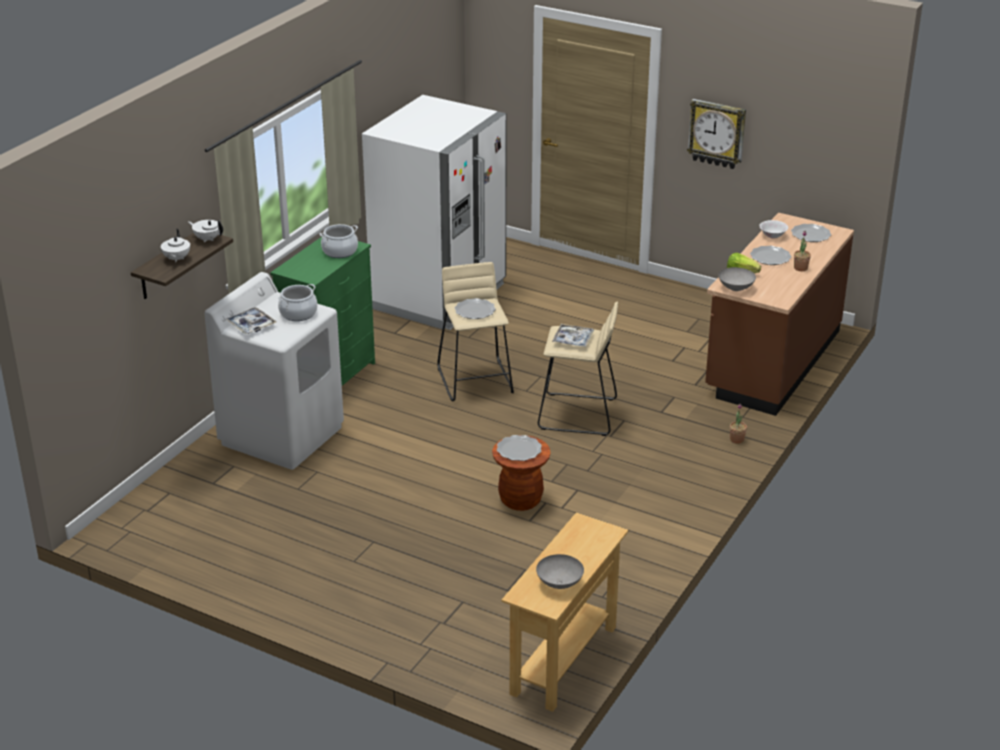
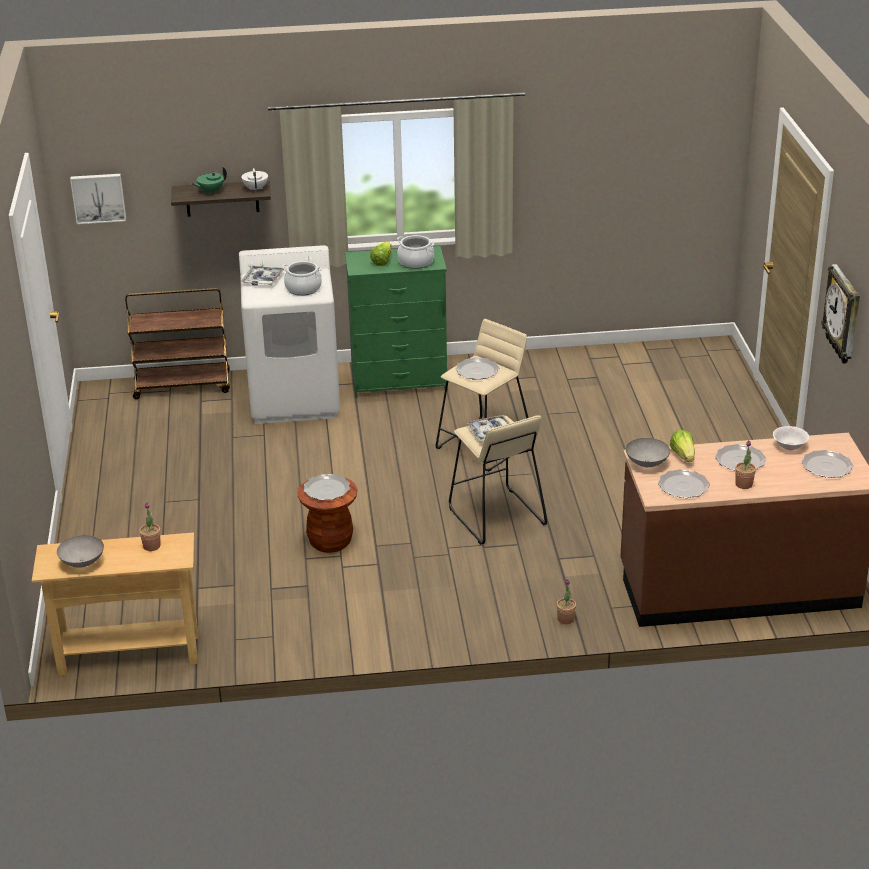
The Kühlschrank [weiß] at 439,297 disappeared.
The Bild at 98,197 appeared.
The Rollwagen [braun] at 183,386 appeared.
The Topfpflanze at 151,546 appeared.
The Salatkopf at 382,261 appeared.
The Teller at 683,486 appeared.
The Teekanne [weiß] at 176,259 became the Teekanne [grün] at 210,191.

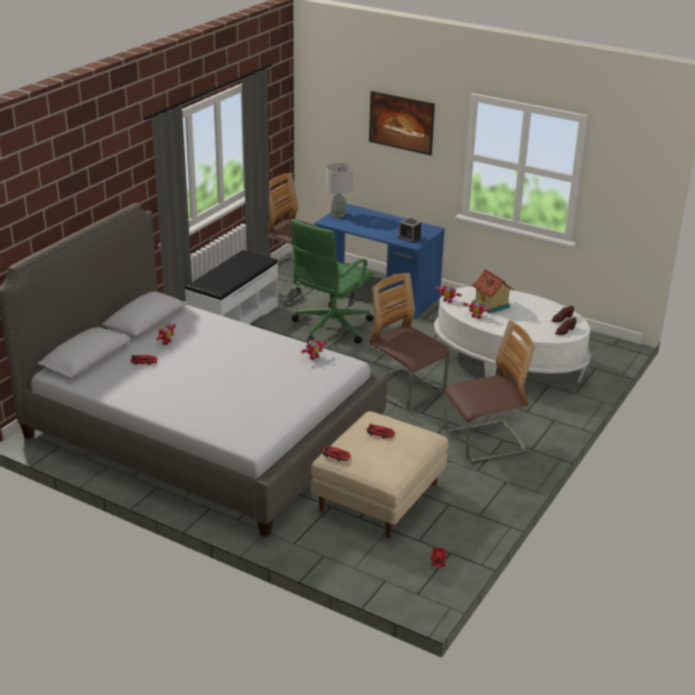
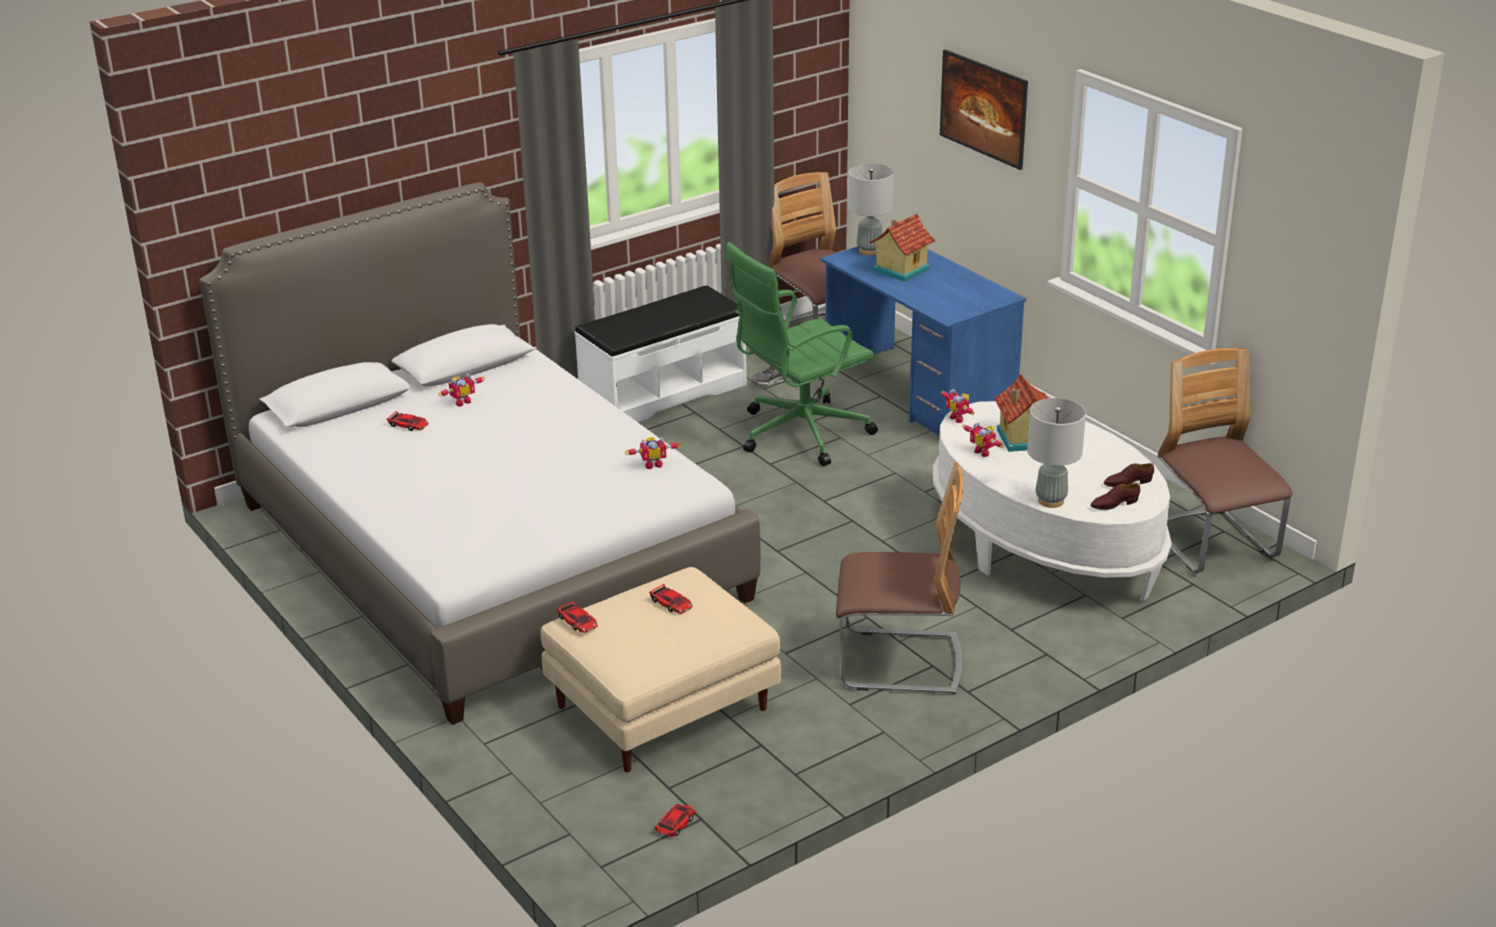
The Wecker at 409,238 disappeared.
The Spielzeughaus at 900,269 appeared.
The Tischlampe [grau] at 1050,501 appeared.
The Stuhl moved from 405,389 to 1212,544.

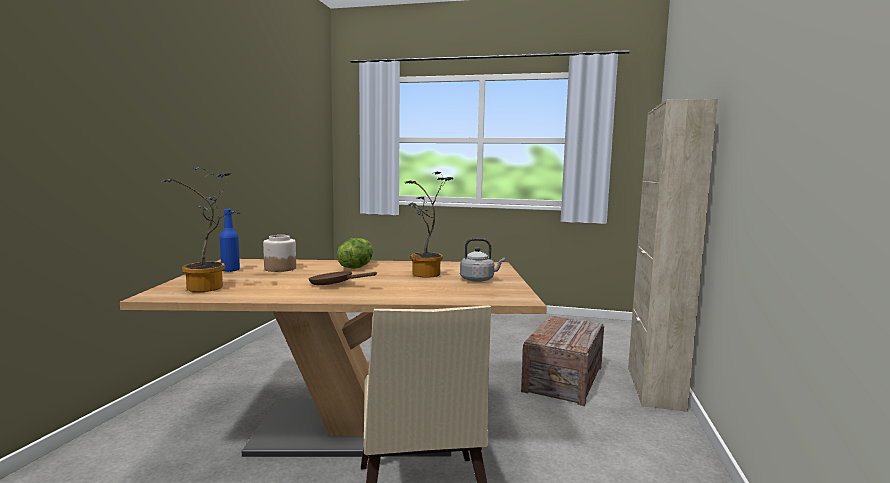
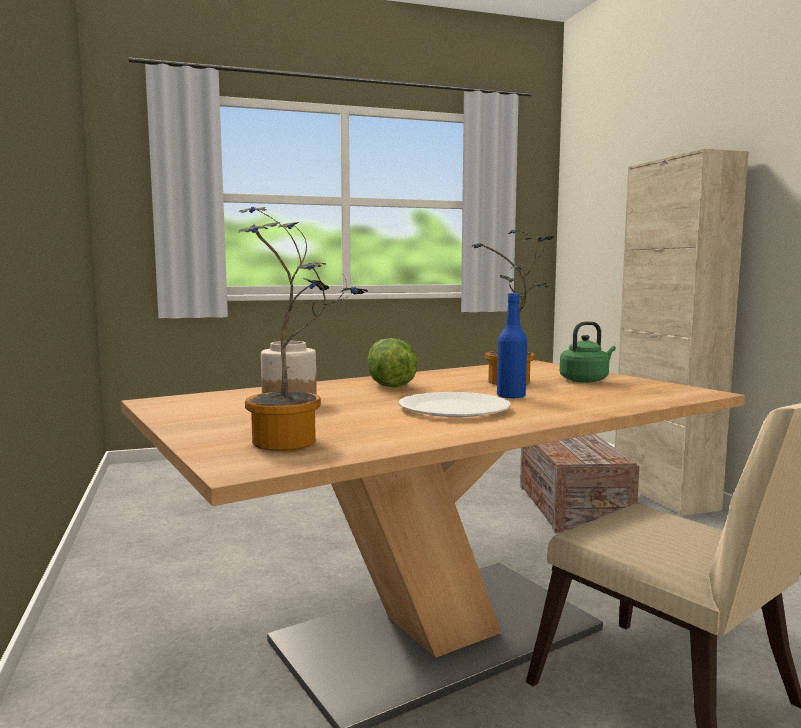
The Flasche [blau] moved from 230,270 to 511,396.
The Pfanne [braun] at 335,284 was replaced by the Teller [weiß] at 454,408.
The Wasserkessel [grau] at 479,280 became the Wasserkessel [grün] at 585,380.

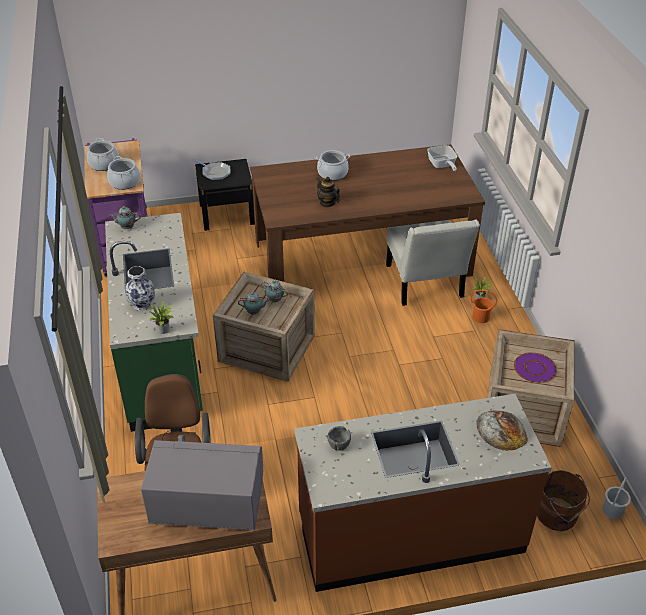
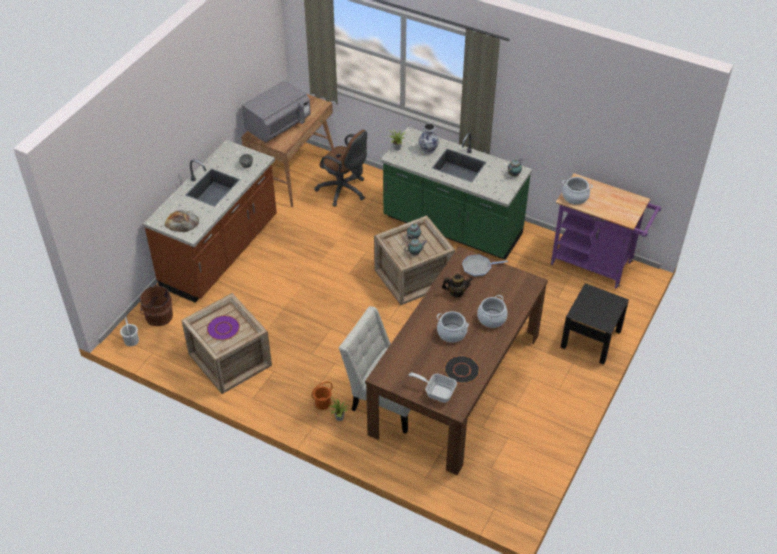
The Teller [schwarz] at 461,370 appeared.
The Kochtopf moved from 104,164 to 451,333.
The Pfanne moved from 215,173 to 478,267.

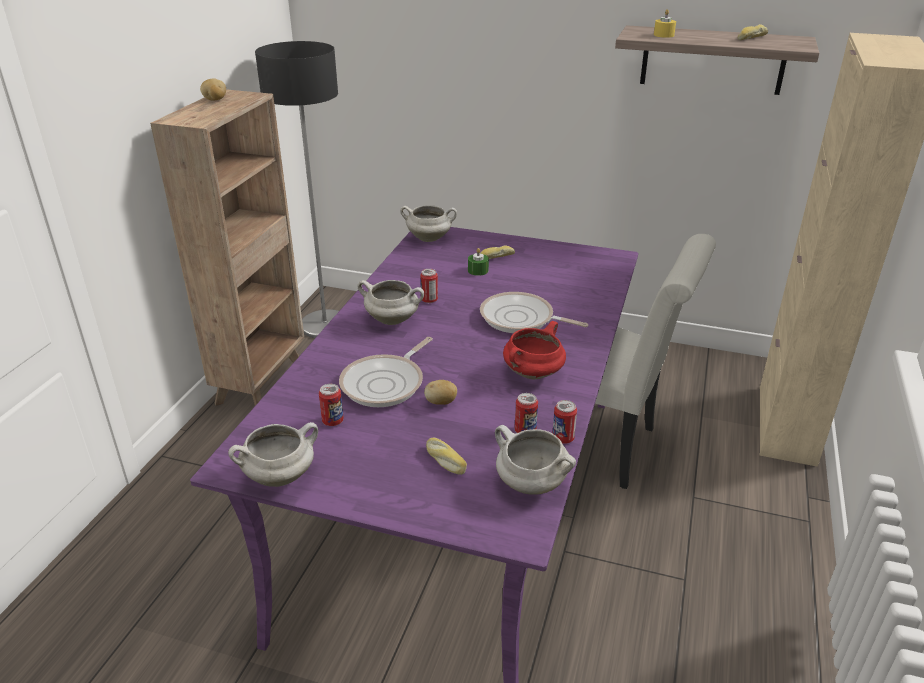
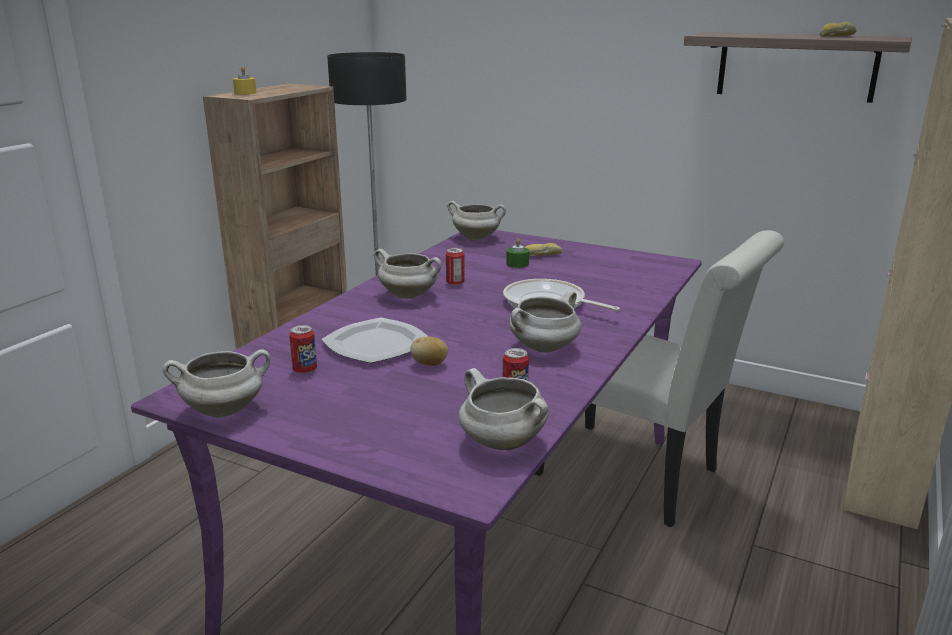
The Kartoffel at 215,100 disappeared.
The Brot at 444,461 disappeared.
The Dose at 563,438 disappeared.
The Kerze [gelb] moved from 663,35 to 245,93.
The Pfanne at 386,383 was replaced by the Teller at 377,344.
The Kochtopf [rot] at 533,374 became the Kochtopf [weiß] at 543,349.

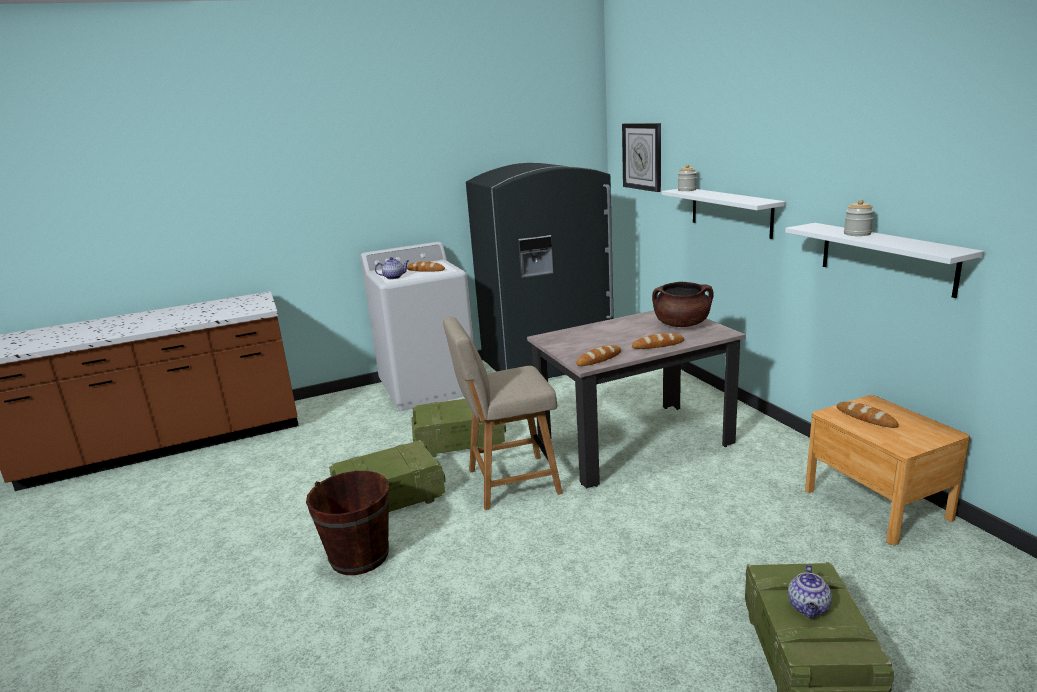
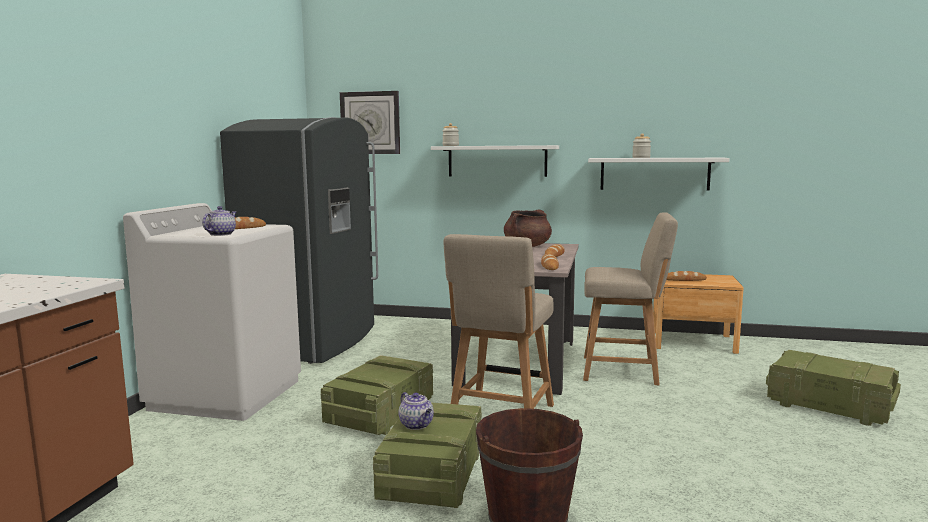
The Stuhl [beige] at 624,370 appeared.
The Teekanne moved from 809,608 to 417,425.

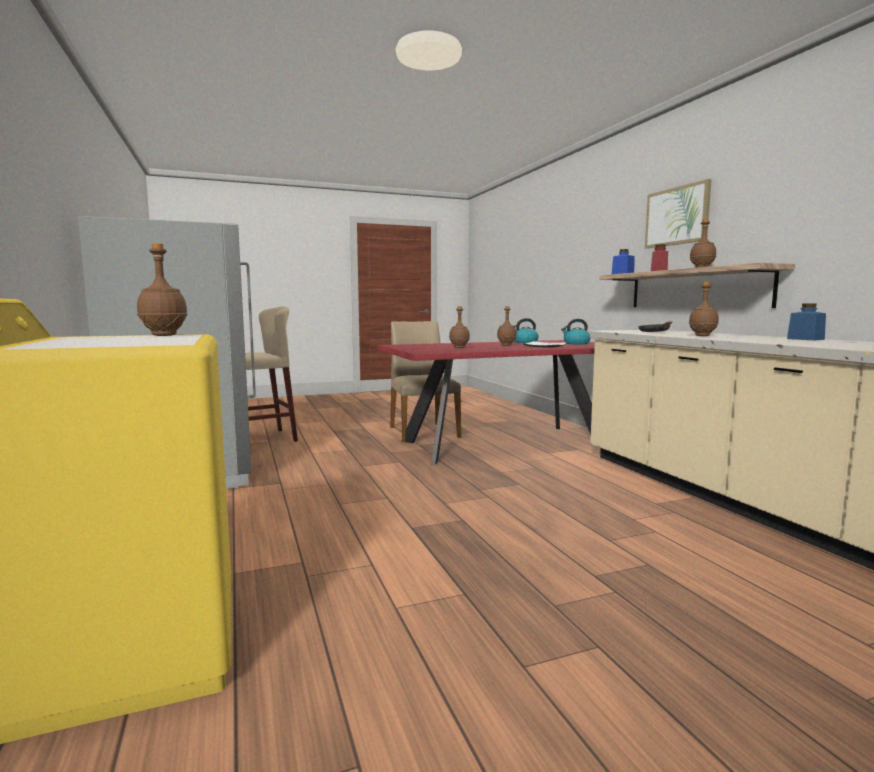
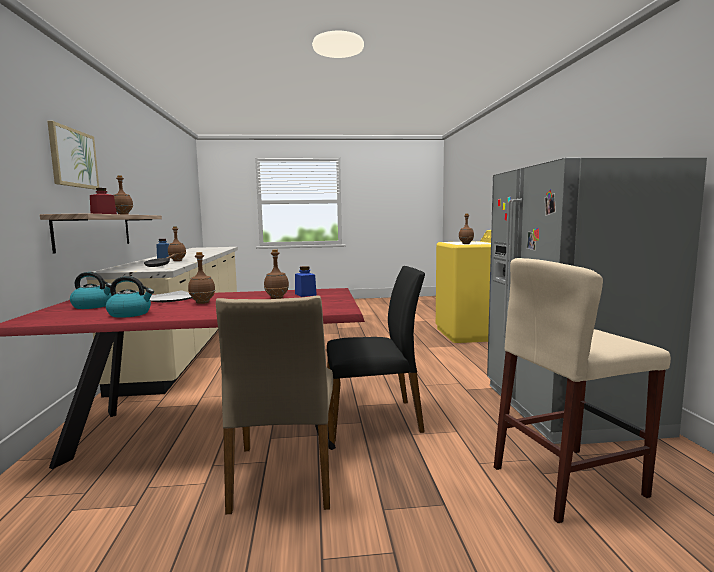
The Stuhl [schwarz] at 373,418 appeared.
The Vorratsglas [blau] moved from 622,274 to 305,294.

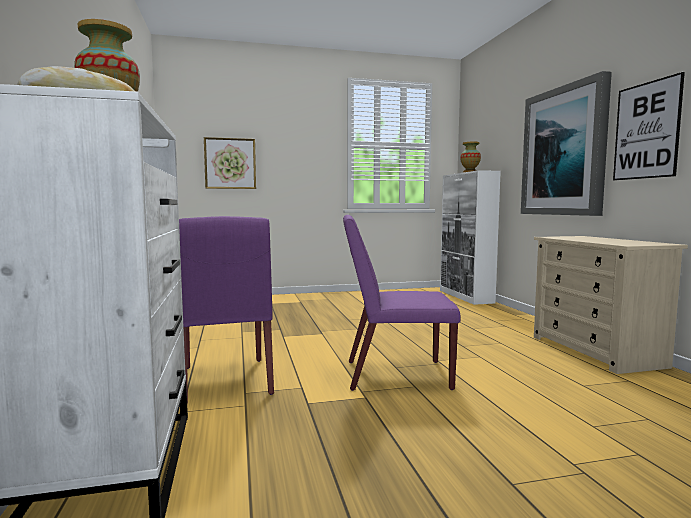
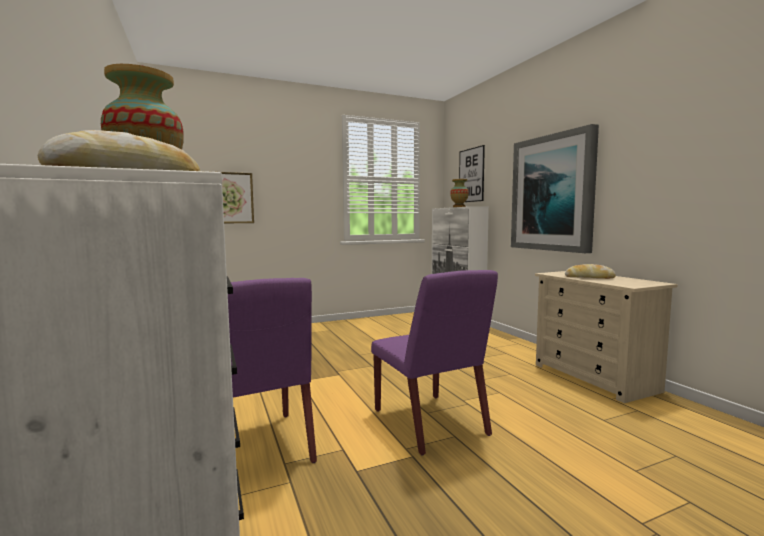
The Brot at 589,277 appeared.
The Bild moved from 646,130 to 471,175.
The Stuhl [lila] at 395,375 turned 105 degrees counterclockwise.

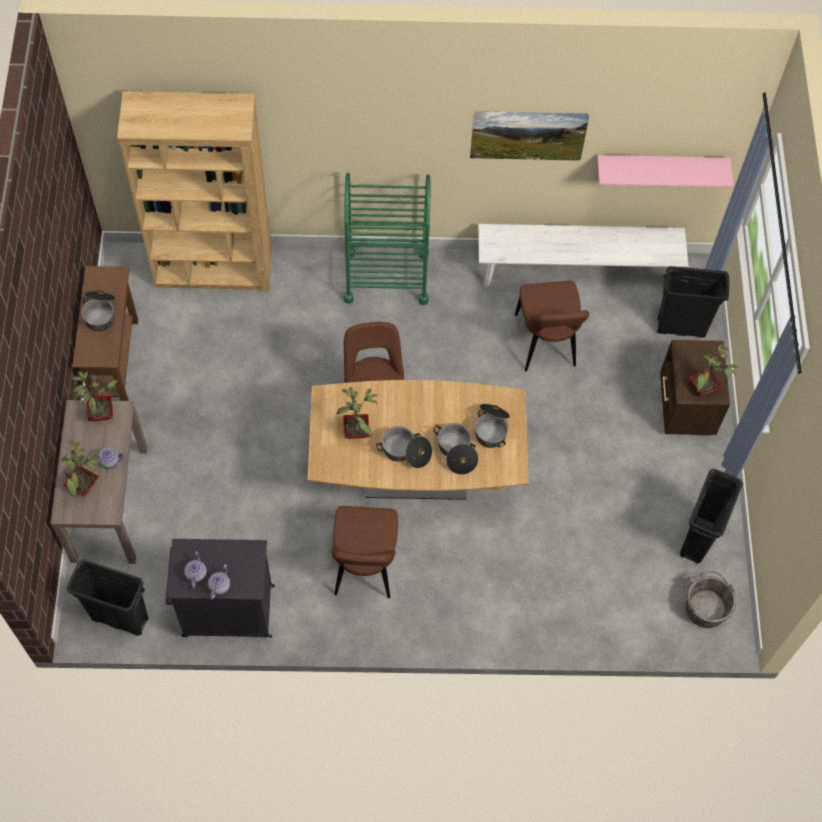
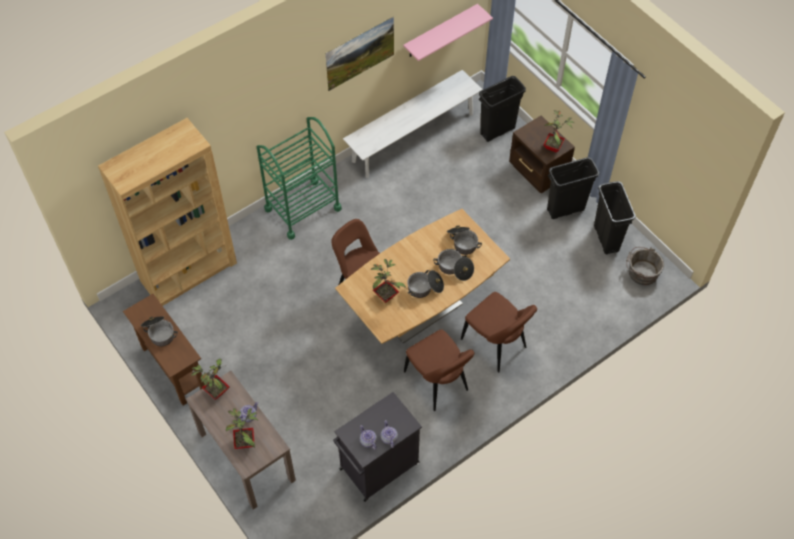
The Mülleimer [schwarz] moved from 119,618 to 565,209.
The Stuhl [braun] moved from 545,344 to 496,345.

